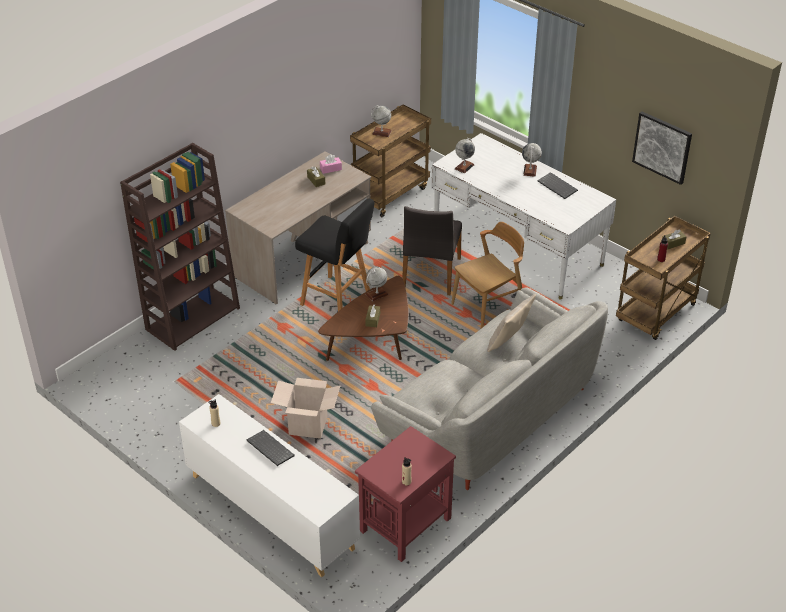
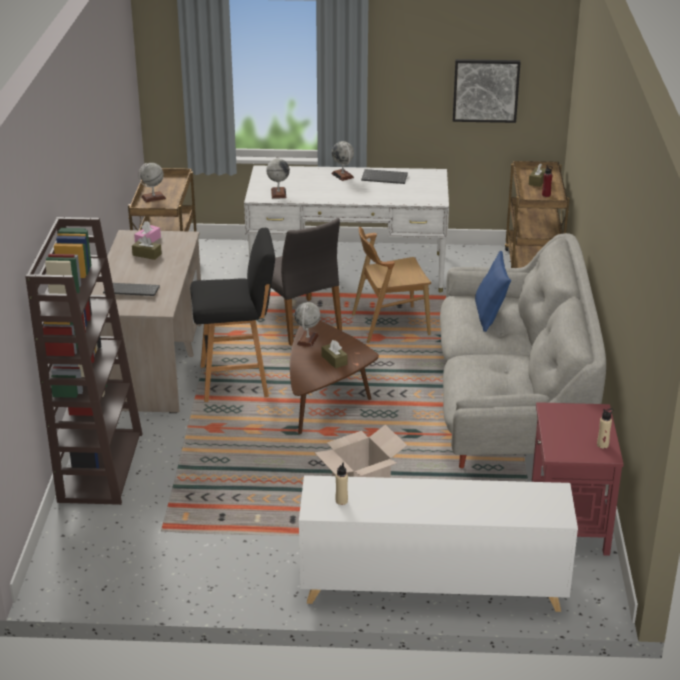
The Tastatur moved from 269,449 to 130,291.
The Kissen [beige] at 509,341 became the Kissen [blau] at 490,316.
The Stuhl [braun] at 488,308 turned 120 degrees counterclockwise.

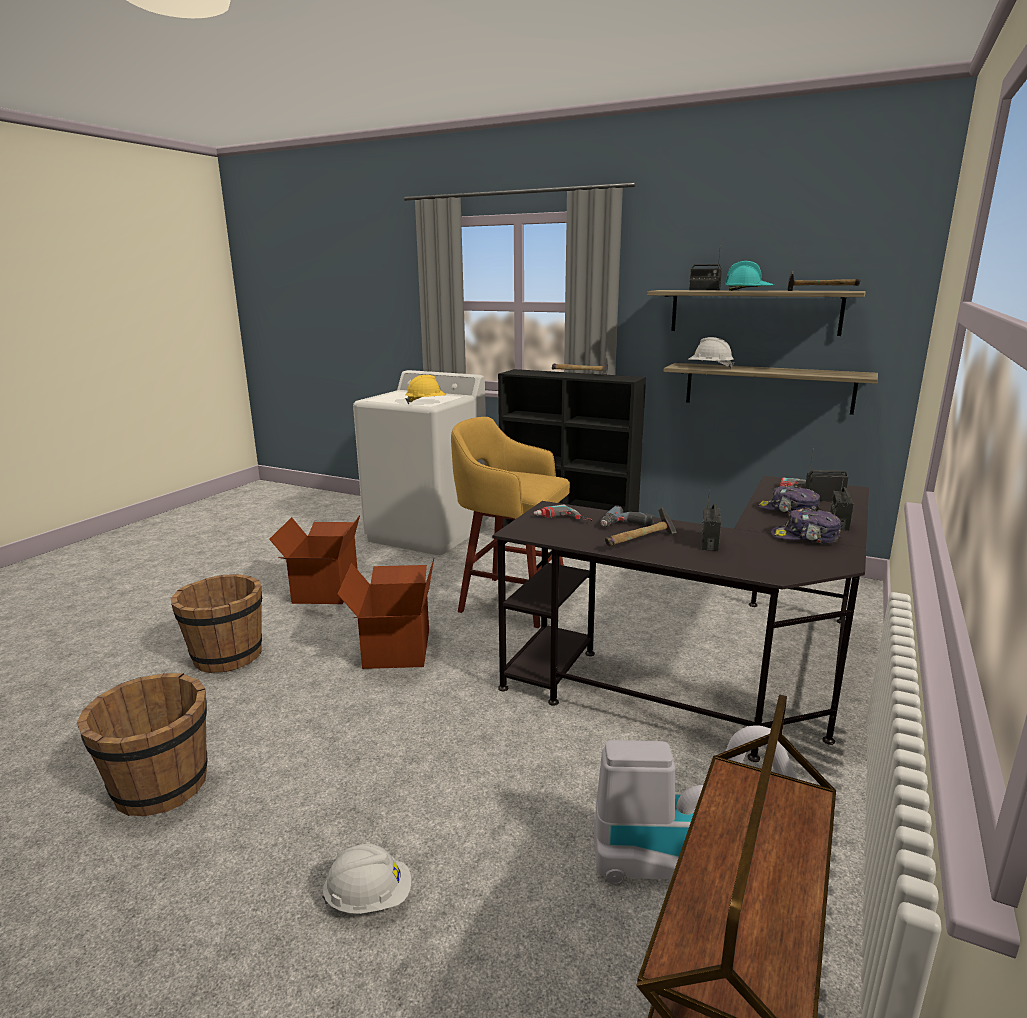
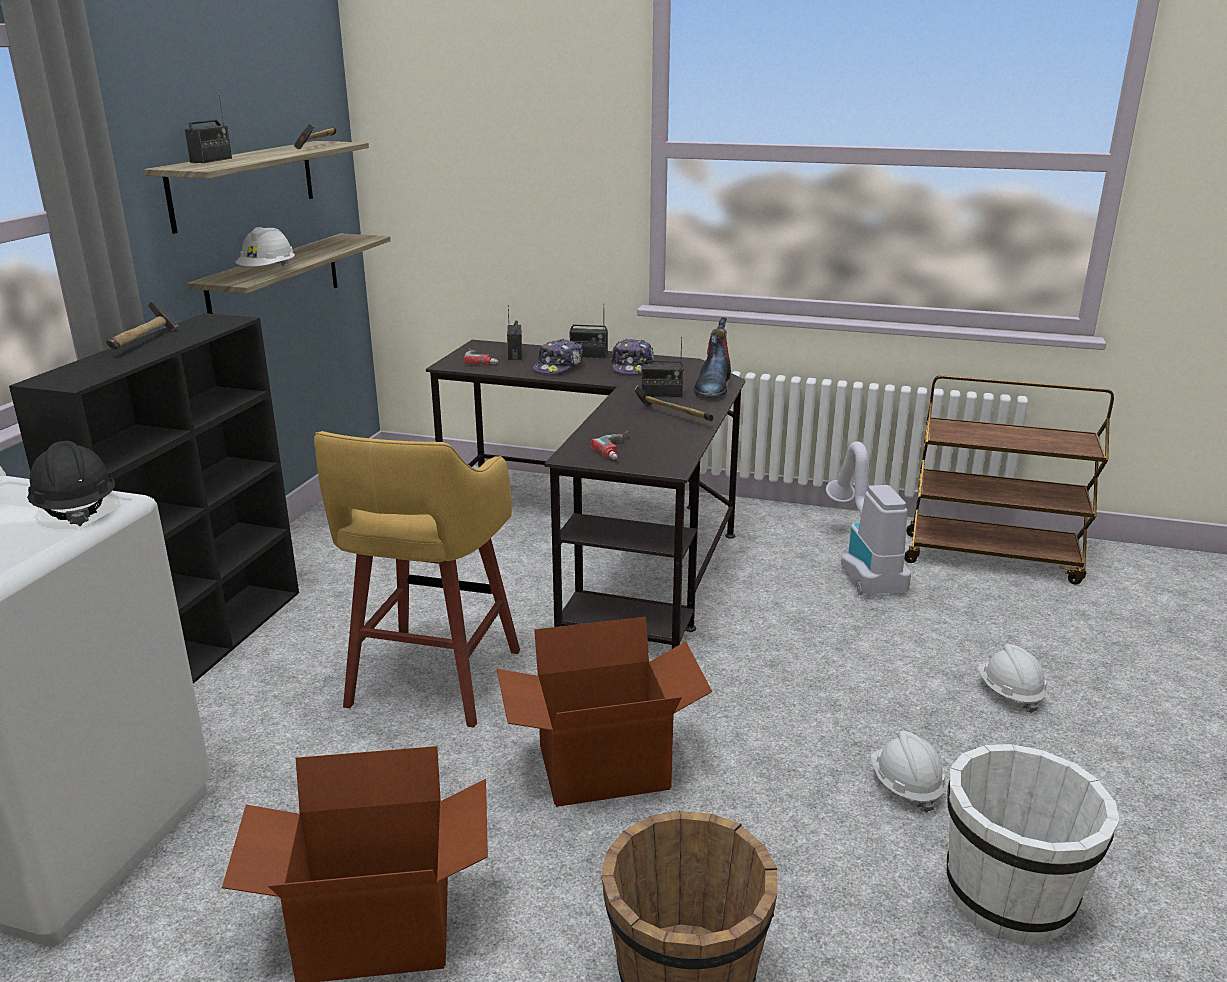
The Bohrmaschine at 626,525 disappeared.
The Schutzhelm [türkis] at 748,290 disappeared.
The Stiefel at 713,386 appeared.
The Schutzhelm [weiß] at 905,787 appeared.
The Eimer [braun] at 160,787 became the Eimer [weiß] at 1009,898.
The Schutzhelm [gelb] at 426,402 became the Schutzhelm [schwarz] at 76,509.

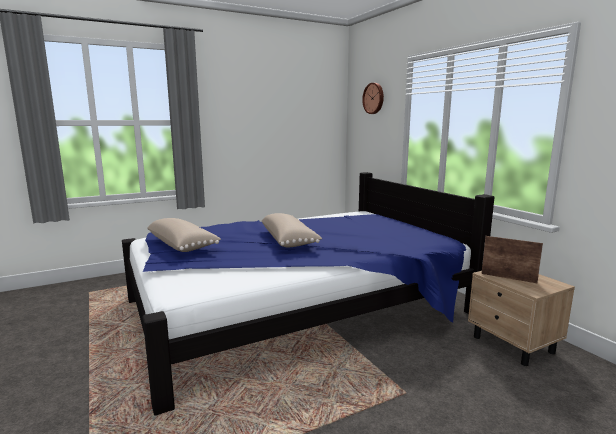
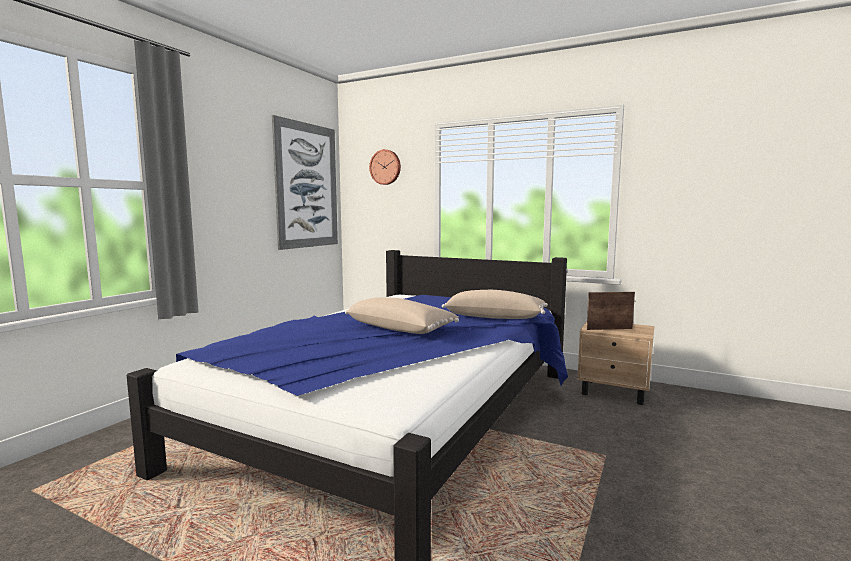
The Bild at 307,186 appeared.
The Kissen [beige] moved from 183,245 to 495,317.

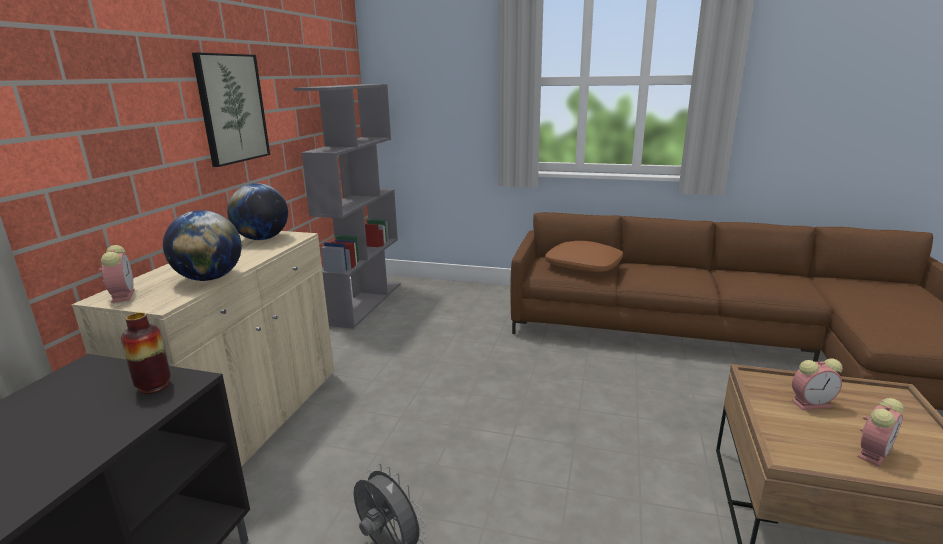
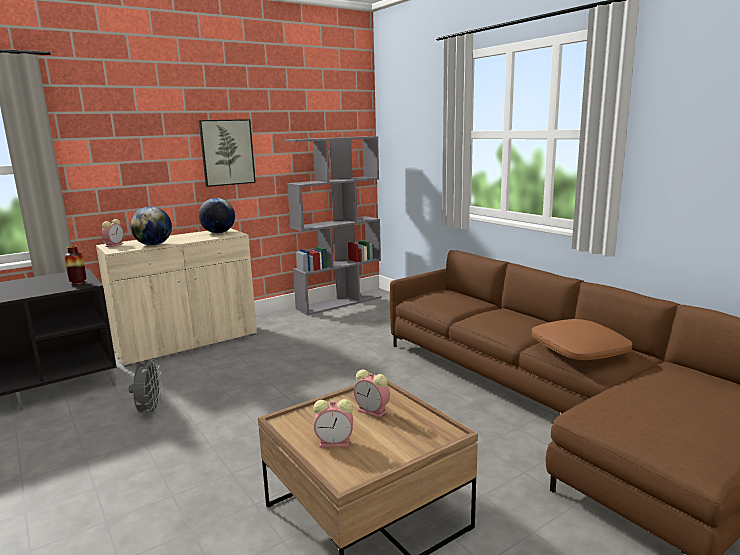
The Kissen [braun] moved from 583,266 to 578,350.

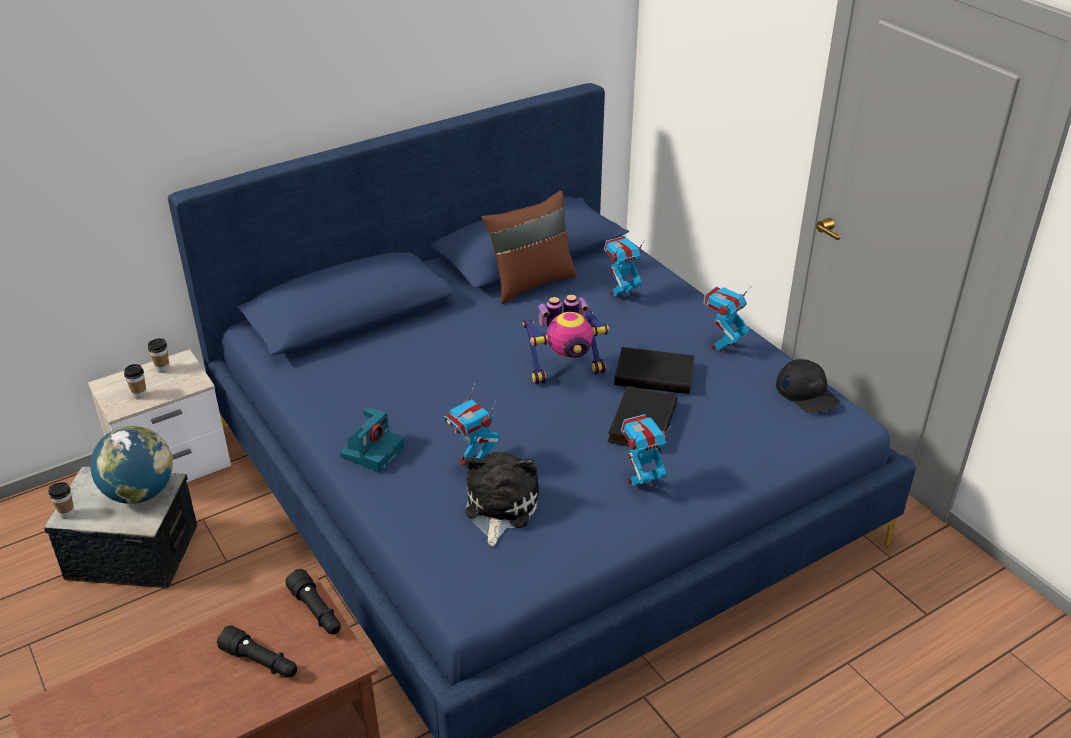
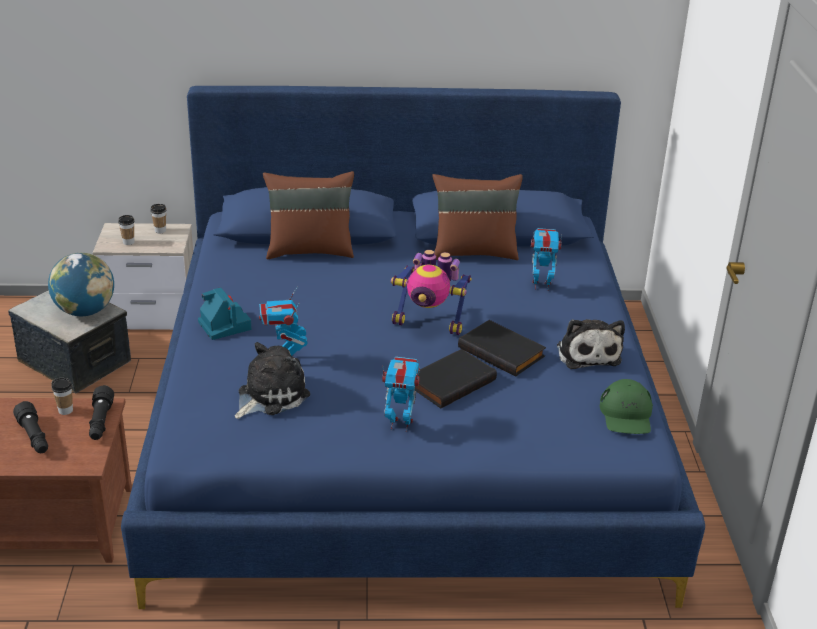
The Kissen [braun] at 310,250 appeared.
The Tasse moved from 67,514 to 65,410.
The Spielzeugroboter at 721,347 was replaced by the Plüschtier at 587,353.
The Kappe [schwarz] at 807,393 became the Kappe [grün] at 626,415.
The Kamera at 372,451 turned 90 degrees counterclockwise.

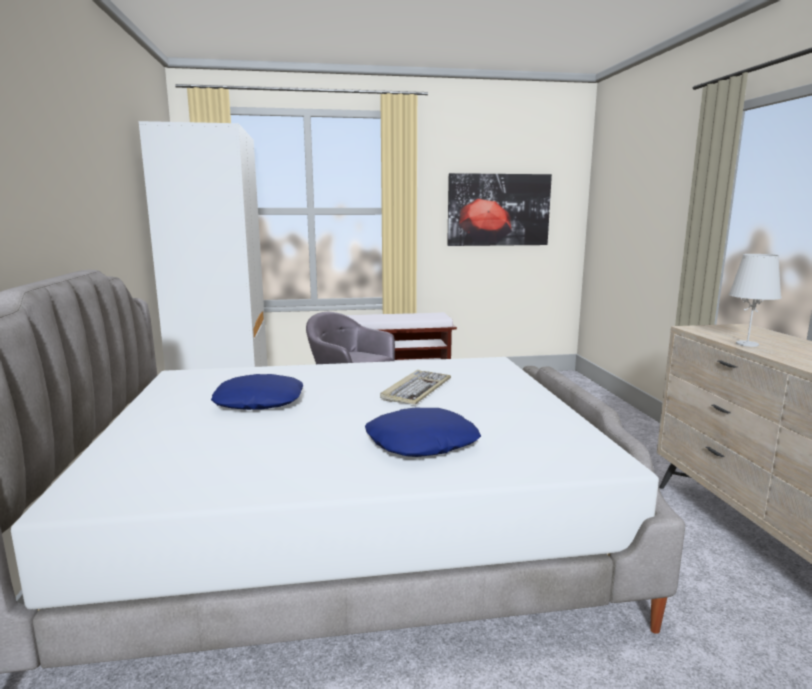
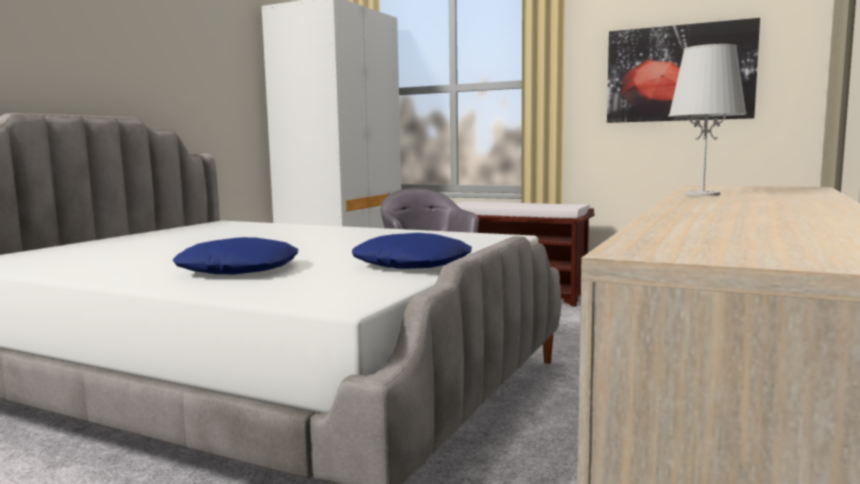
The Tastatur at 416,390 disappeared.
The Kissen [blau] moved from 259,401 to 413,264.

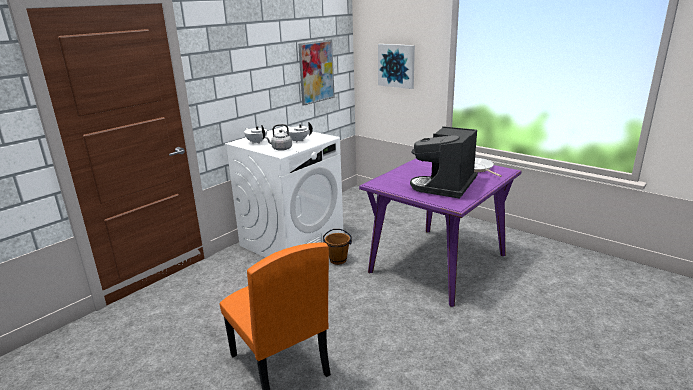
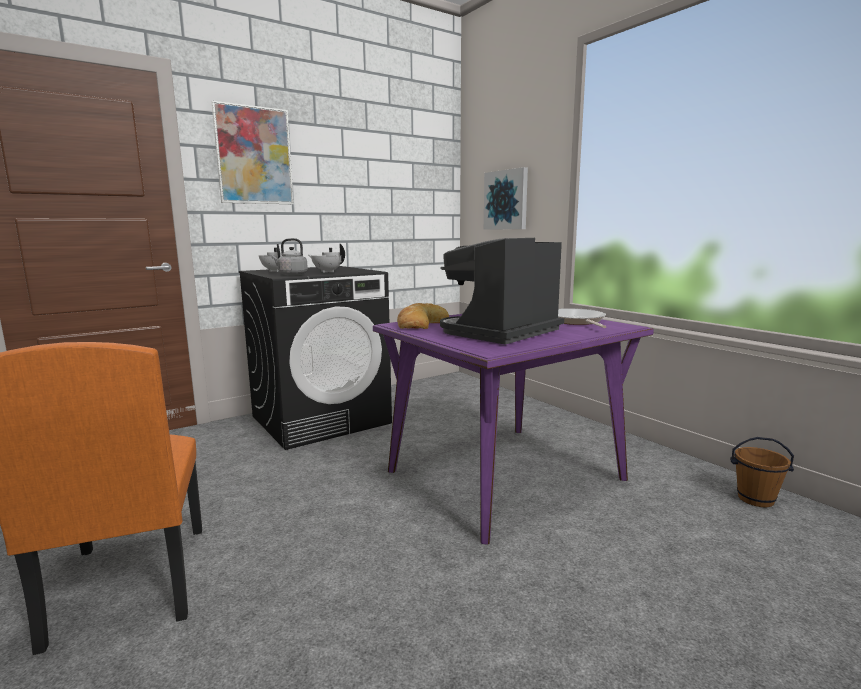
The Brot at 420,324 appeared.
The Bild moved from 316,72 to 254,155.
The Eimer [braun] moved from 338,260 to 755,499.
The Waschmaschine [weiß] at 292,241 became the Waschmaschine [schwarz] at 321,419.

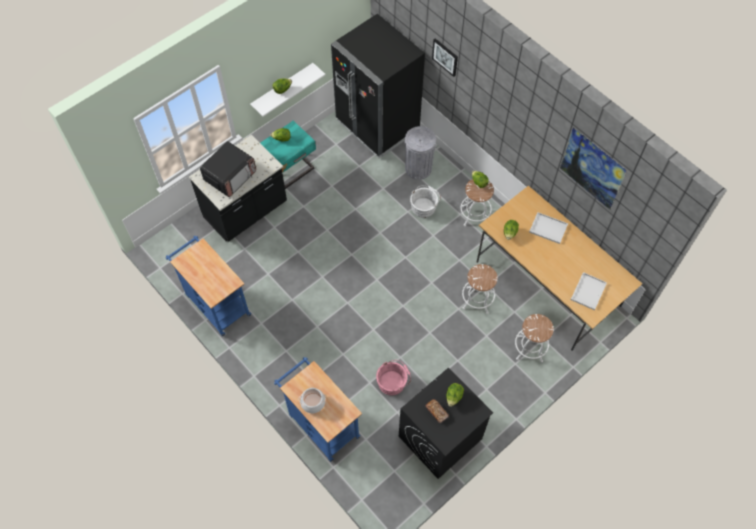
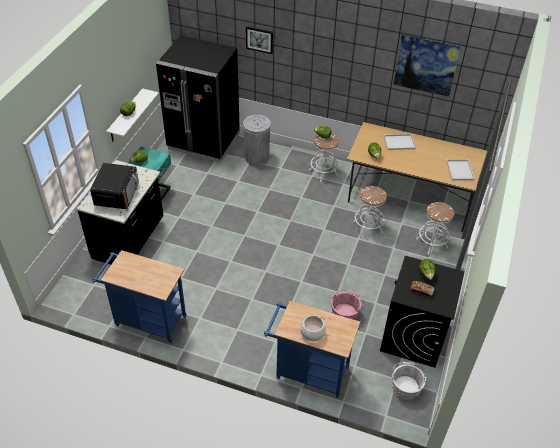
The Eimer [weiß] moved from 424,206 to 406,386.

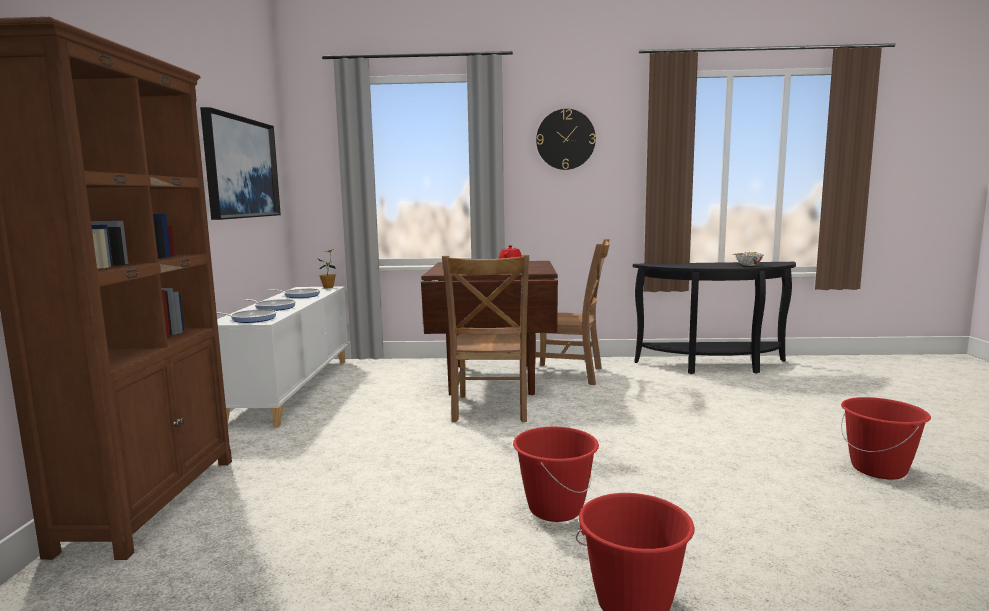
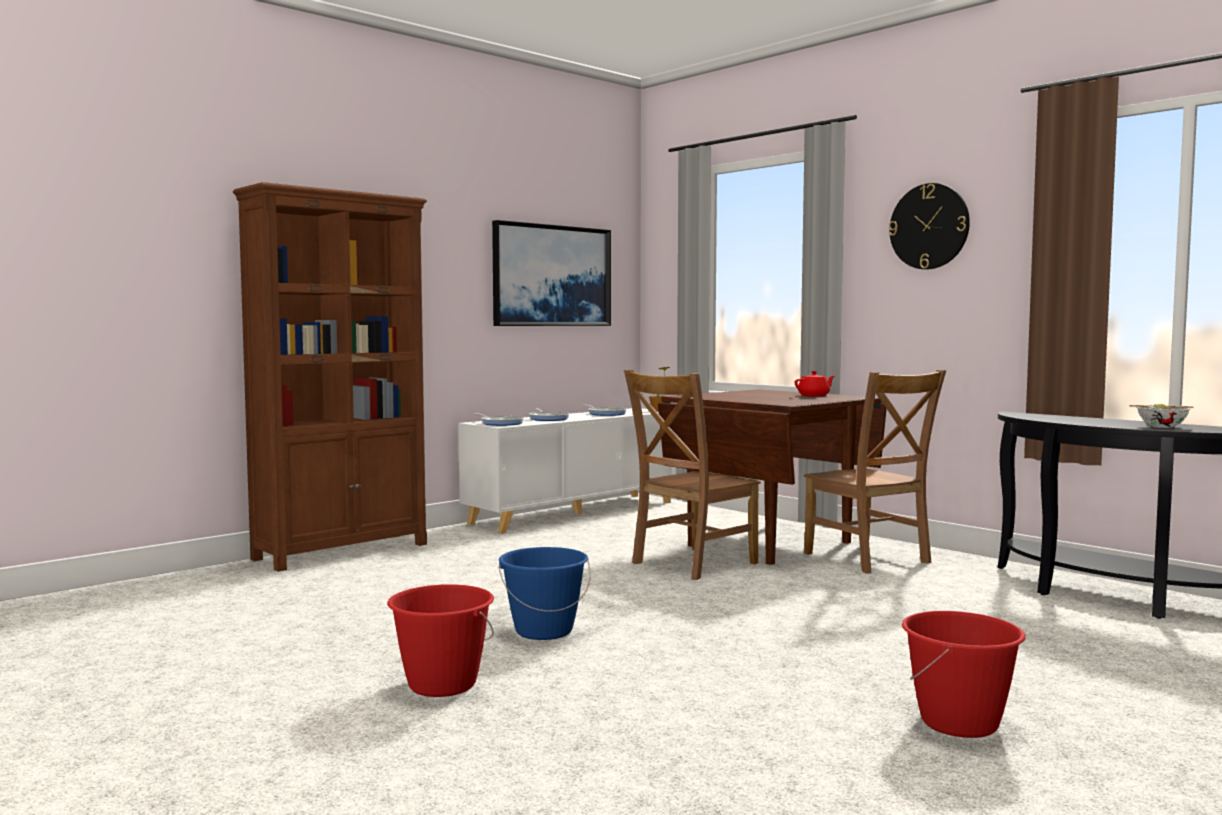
The Eimer [rot] at 555,508 became the Eimer [blau] at 544,631.

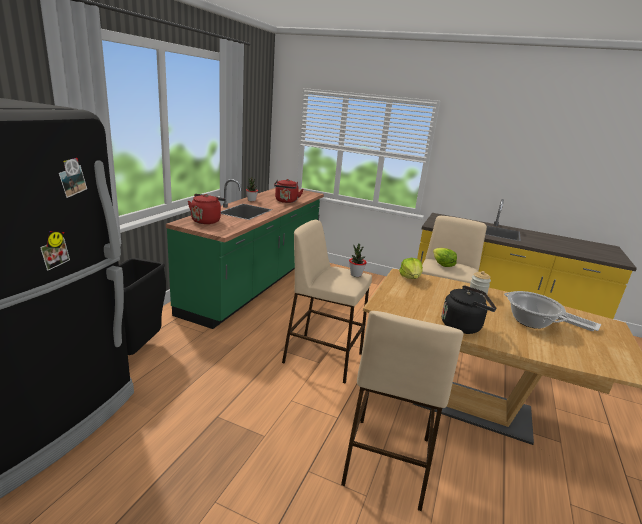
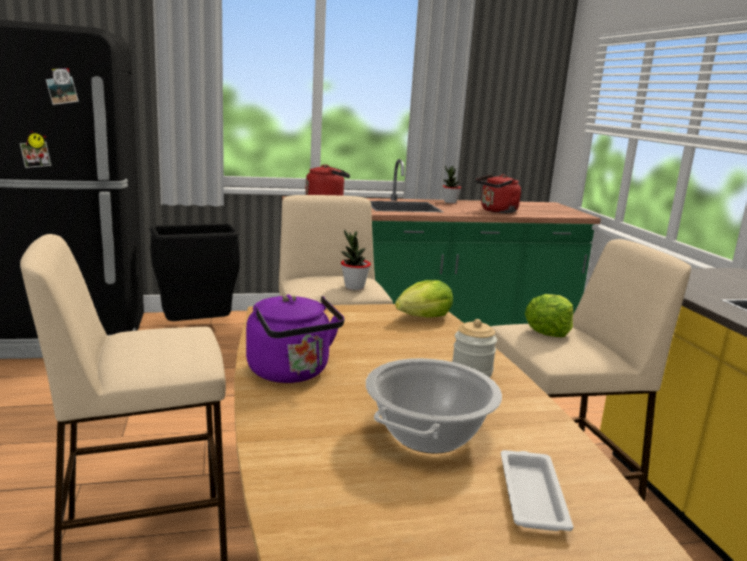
The Wasserkessel [schwarz] at 463,326 became the Wasserkessel [lila] at 291,373.

